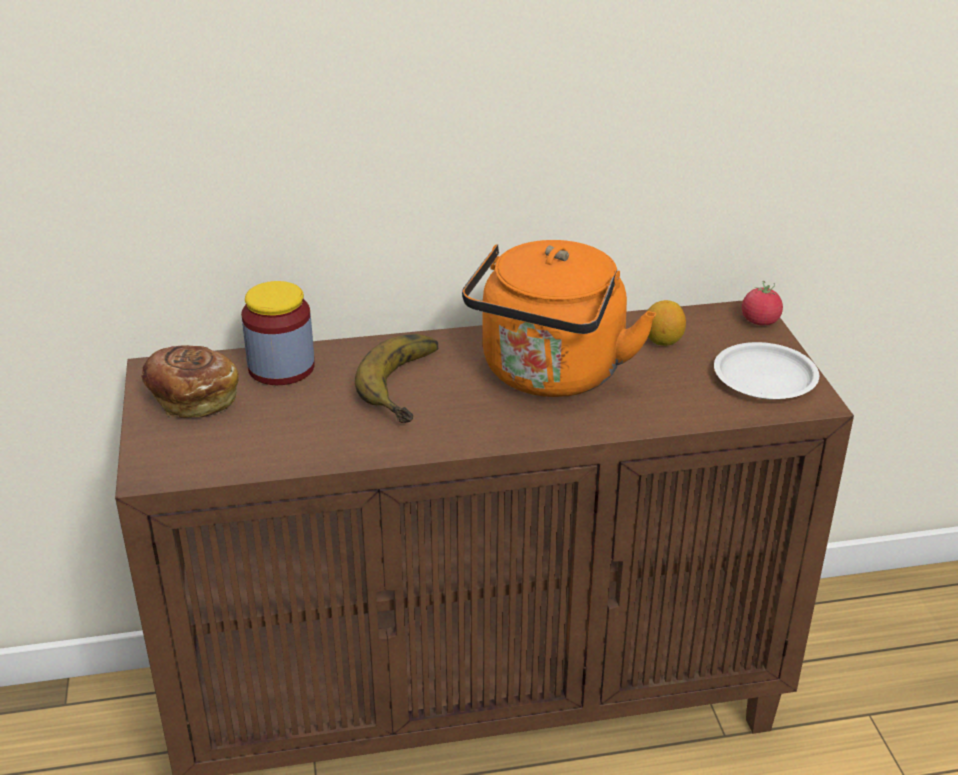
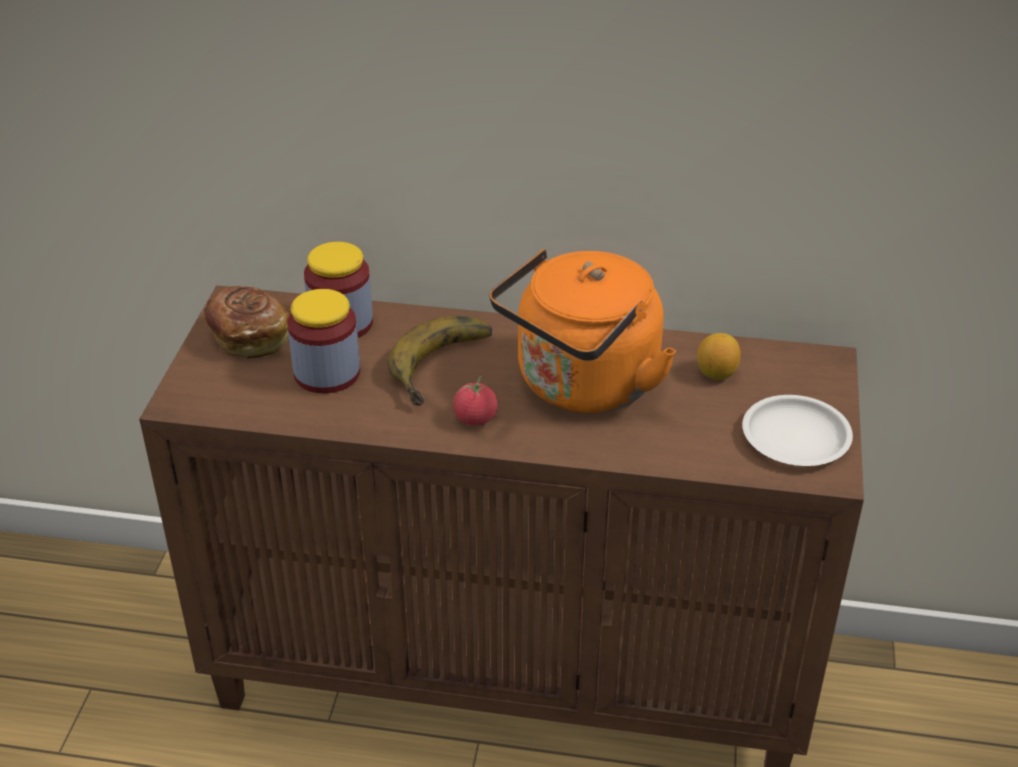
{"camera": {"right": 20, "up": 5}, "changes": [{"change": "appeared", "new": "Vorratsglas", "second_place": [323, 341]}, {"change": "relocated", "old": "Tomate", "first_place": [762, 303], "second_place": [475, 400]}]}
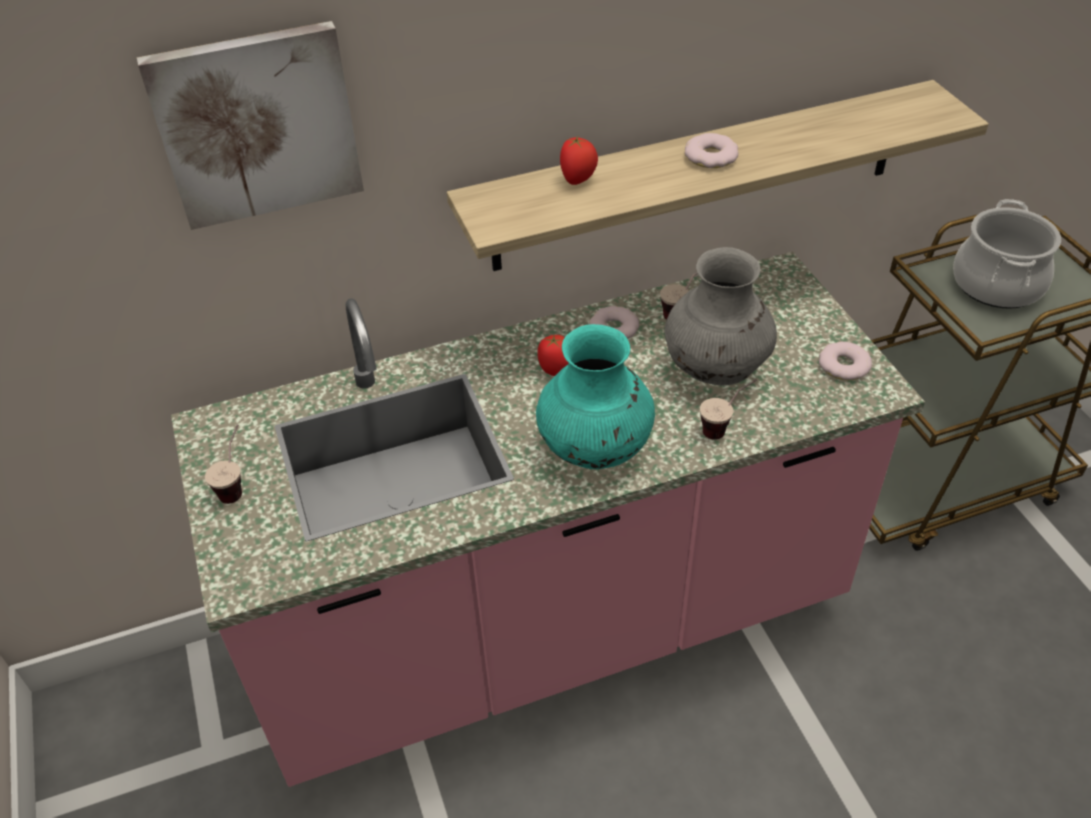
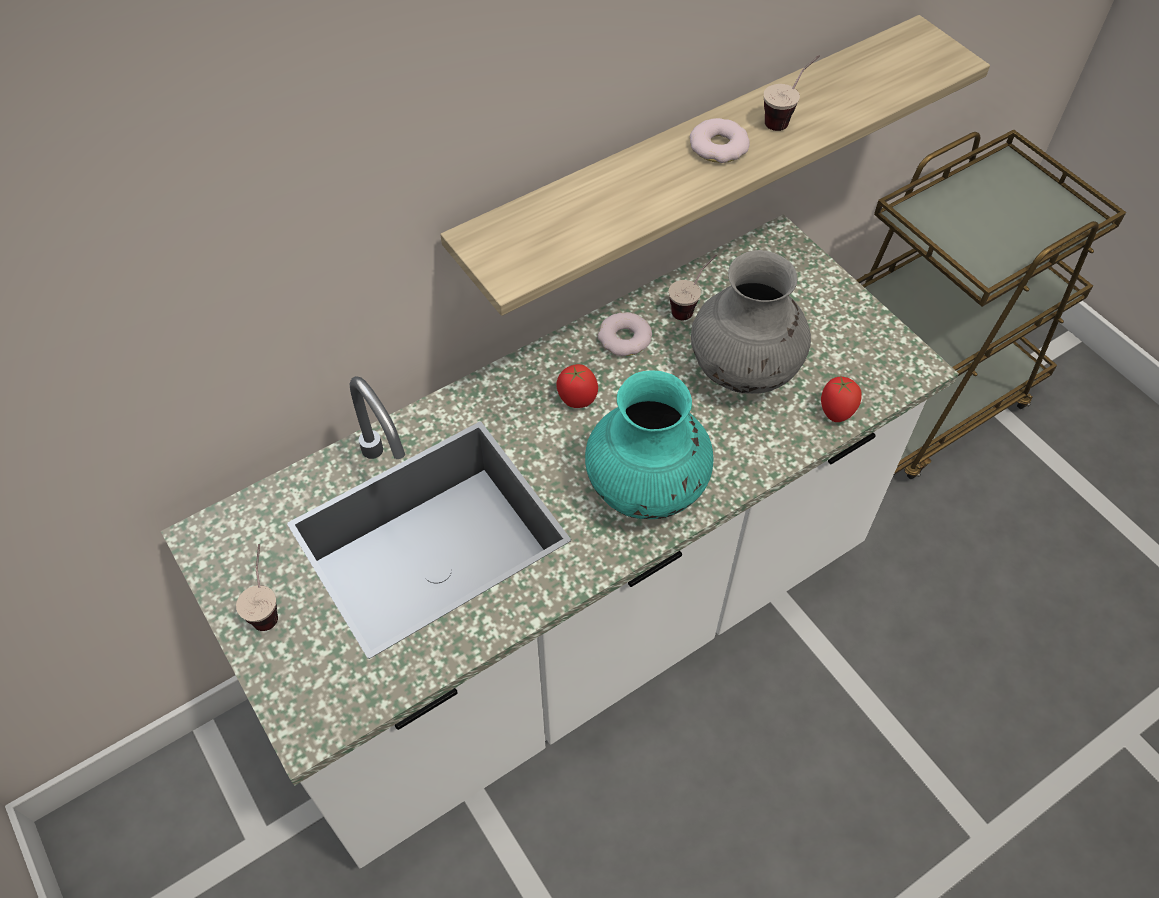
{"camera": {"right": -15, "up": 10}, "changes": [{"change": "missing", "old": "Bild", "first_place": [250, 125]}, {"change": "missing", "old": "Donut", "first_place": [845, 361]}, {"change": "missing", "old": "Kochtopf", "first_place": [1007, 254]}, {"change": "relocated", "old": "Tomate", "first_place": [579, 160], "second_place": [841, 399]}, {"change": "relocated", "old": "Tasse", "first_place": [728, 409], "second_place": [792, 93]}, {"change": "colour", "old": "Küchenzeile [rosa]", "new": "Küchenzeile [weiß]", "first_place": [548, 519], "second_place": [560, 541]}]}
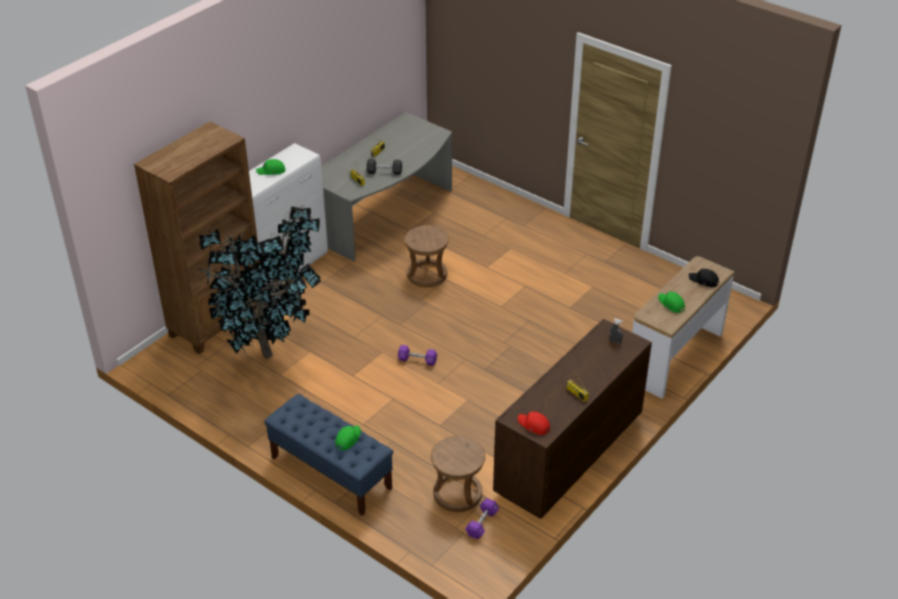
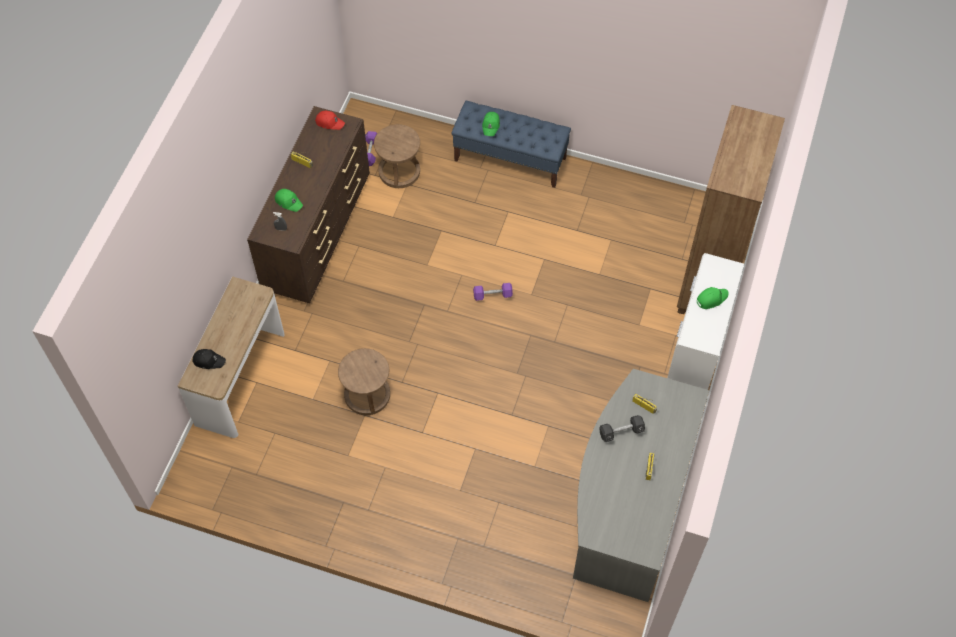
{"camera": {"right": 160, "up": 20}, "changes": [{"change": "missing", "old": "Topfpflanze", "first_place": [260, 282]}, {"change": "relocated", "old": "Hocker [braun]", "first_place": [426, 256], "second_place": [364, 381]}, {"change": "relocated", "old": "Kappe [grün]", "first_place": [671, 302], "second_place": [289, 200]}]}
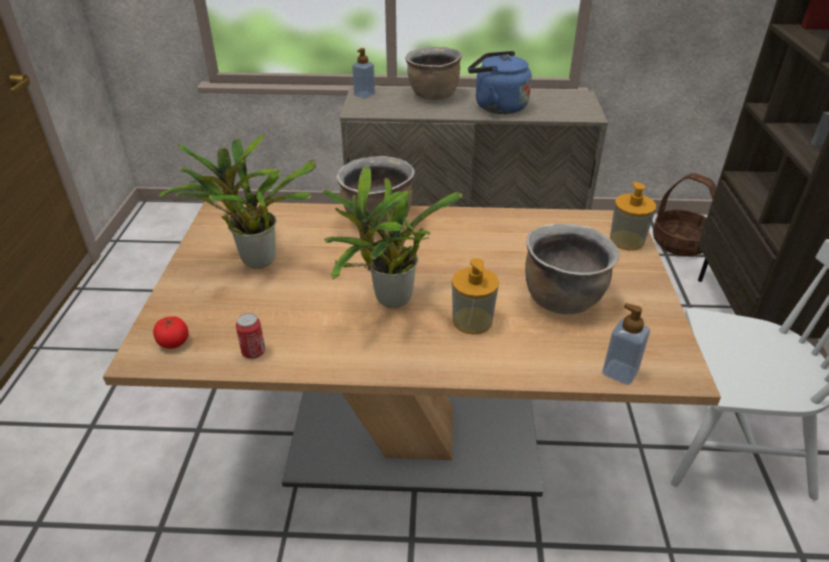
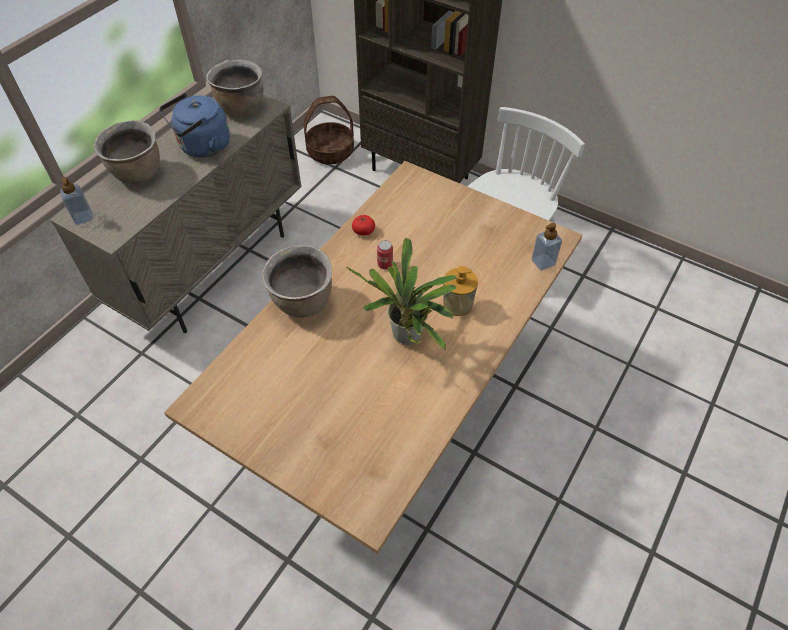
{"camera": {"right": -60, "up": 15}, "changes": [{"change": "missing", "old": "Topfpflanze", "first_place": [237, 201]}, {"change": "missing", "old": "Seifenspender", "first_place": [633, 216]}, {"change": "relocated", "old": "Tomate", "first_place": [171, 332], "second_place": [363, 225]}, {"change": "relocated", "old": "Dose", "first_place": [250, 336], "second_place": [385, 254]}, {"change": "relocated", "old": "Kochtopf [braun]", "first_place": [572, 268], "second_place": [234, 88]}]}
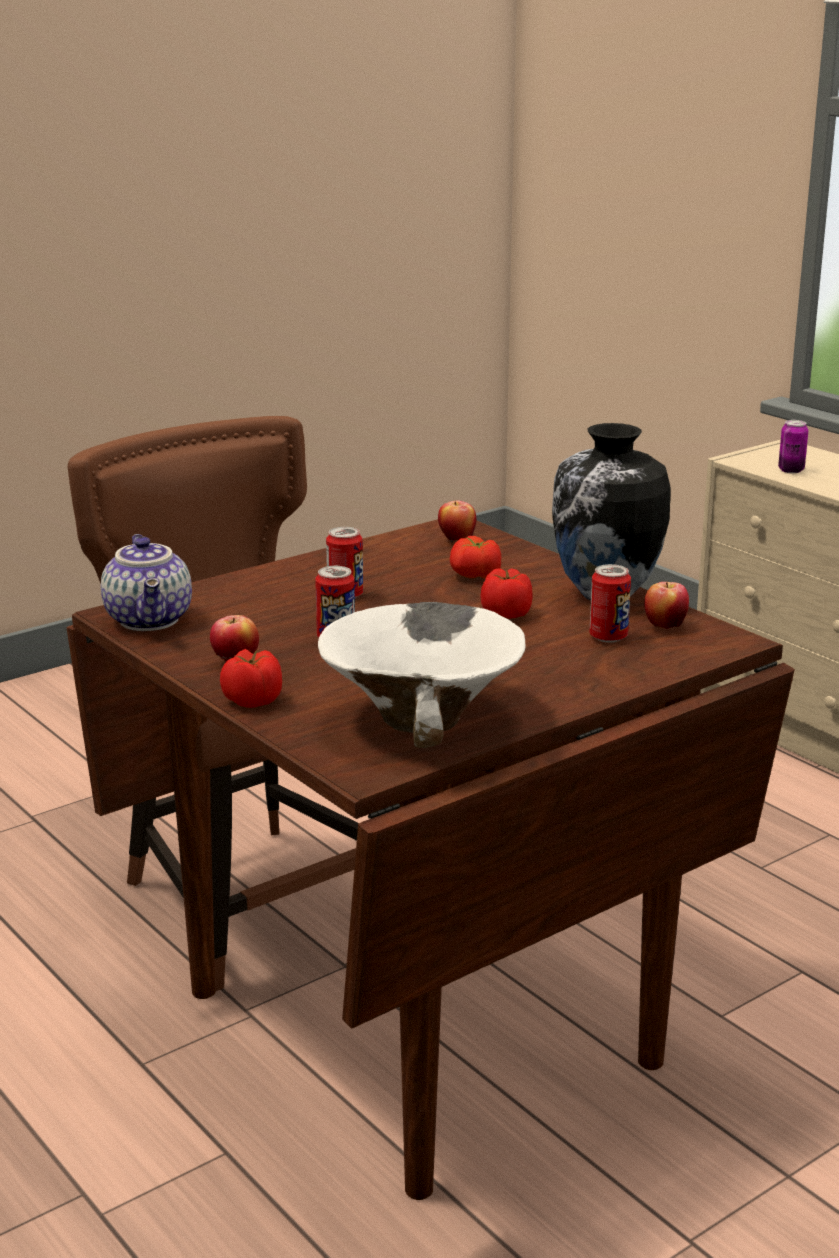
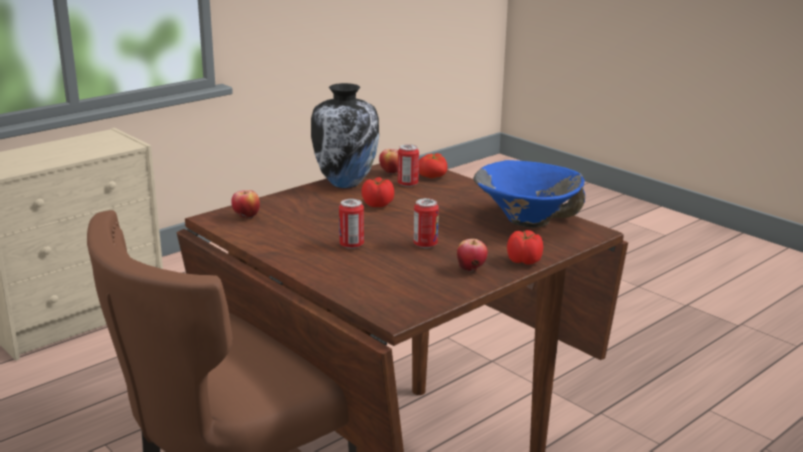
{"camera": {"right": -95, "up": 0}, "changes": [{"change": "missing", "old": "Teekanne", "first_place": [146, 582]}, {"change": "missing", "old": "Dose", "first_place": [793, 446]}, {"change": "relocated", "old": "Tomate", "first_place": [475, 557], "second_place": [433, 166]}, {"change": "colour", "old": "Schüssel [weiß]", "new": "Schüssel [blau]", "first_place": [421, 675], "second_place": [529, 194]}]}
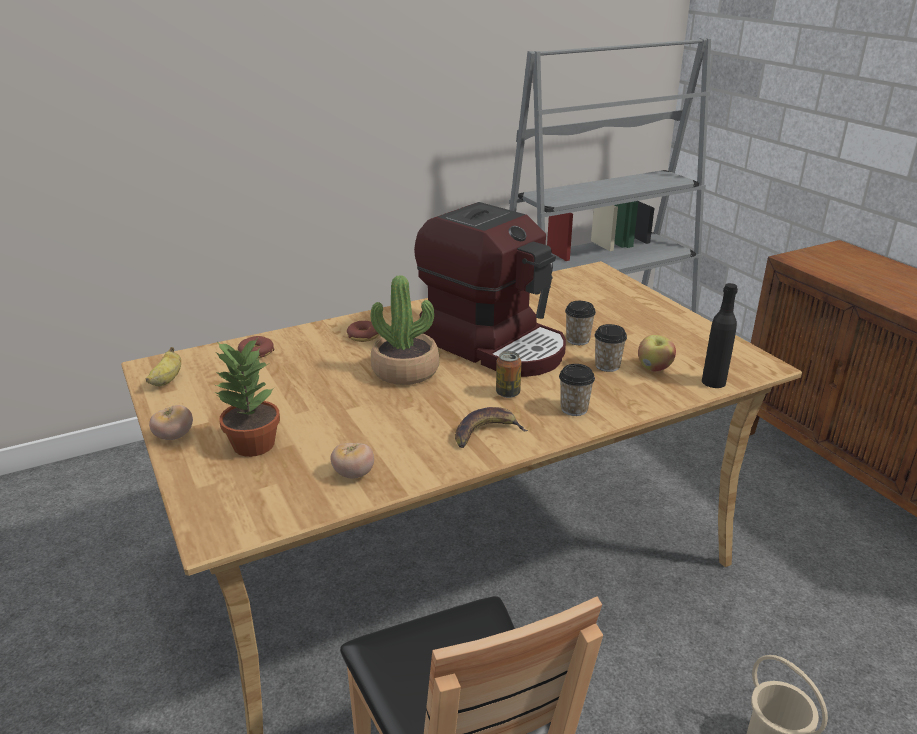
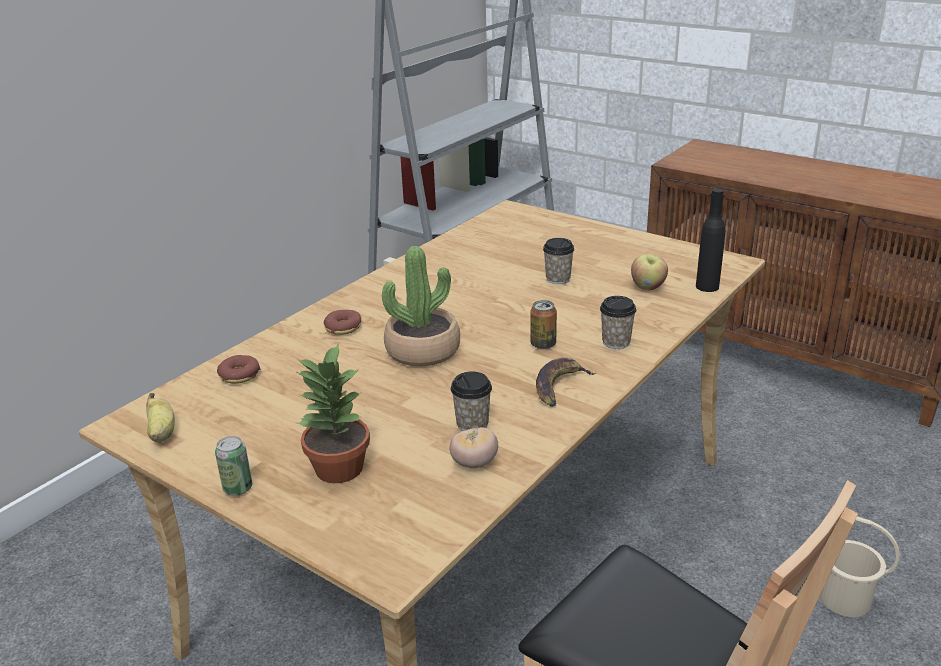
{"camera": {"right": -25, "up": 0}, "changes": [{"change": "missing", "old": "Kaffeemaschine", "first_place": [490, 289]}, {"change": "relocated", "old": "Tasse", "first_place": [610, 348], "second_place": [471, 401]}, {"change": "exchanged", "old": "Tomate", "new": "Dose", "first_place": [171, 422], "second_place": [234, 466]}]}
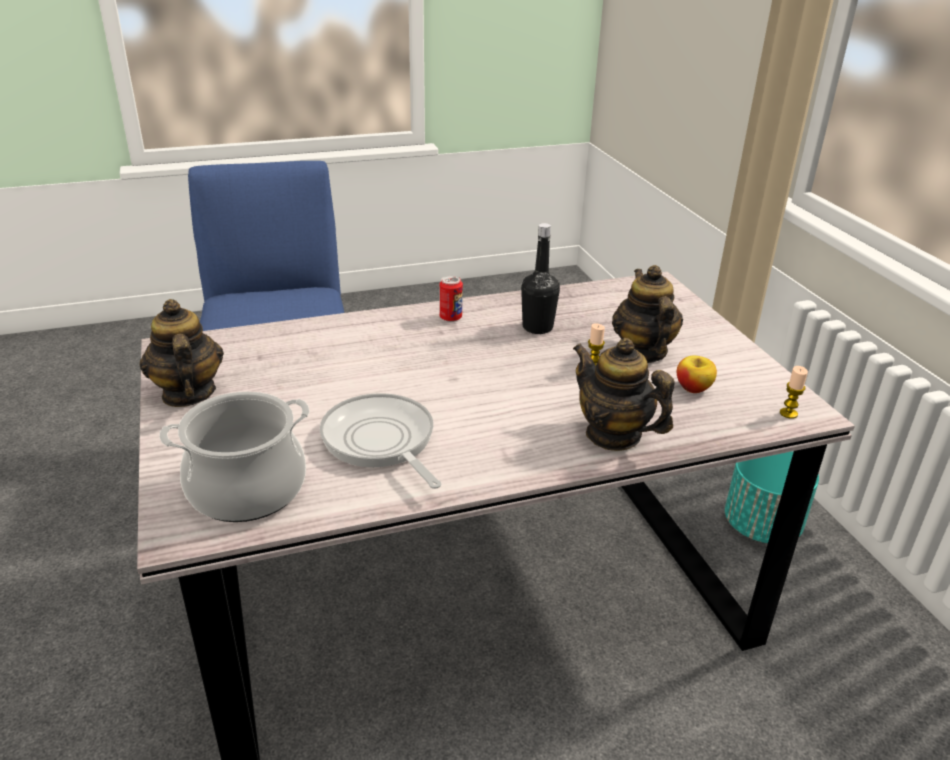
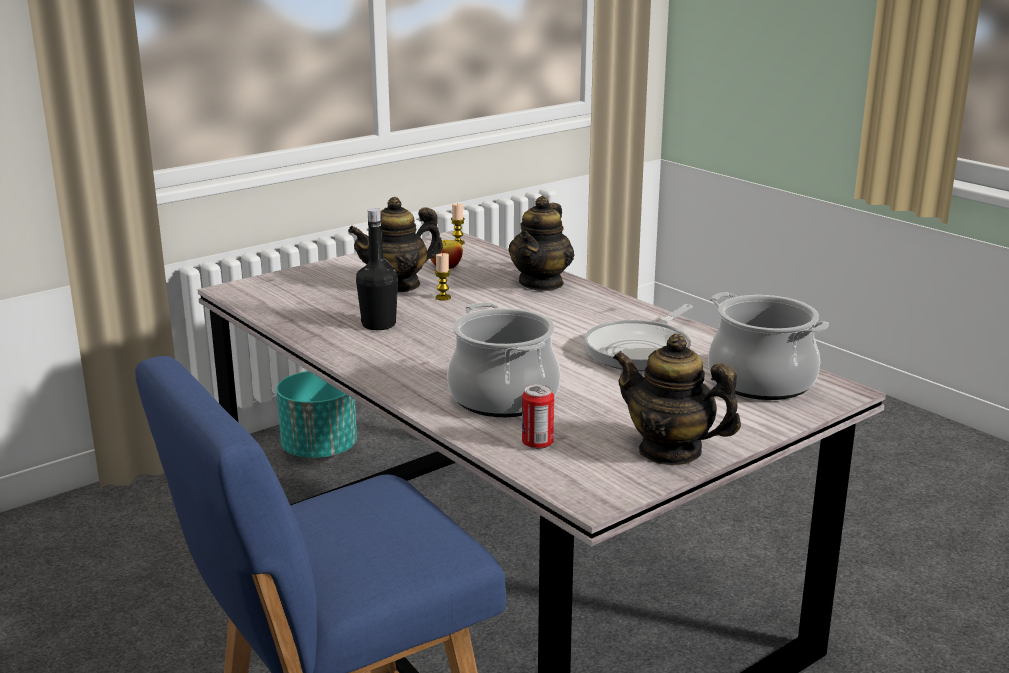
{"camera": {"right": -110, "up": -10}, "changes": [{"change": "appeared", "new": "Kochtopf", "second_place": [503, 359]}, {"change": "relocated", "old": "Dose", "first_place": [451, 299], "second_place": [538, 416]}, {"change": "spun", "old": "Teekanne", "first_place": [182, 353], "second_place": [677, 399], "degrees": 75}]}
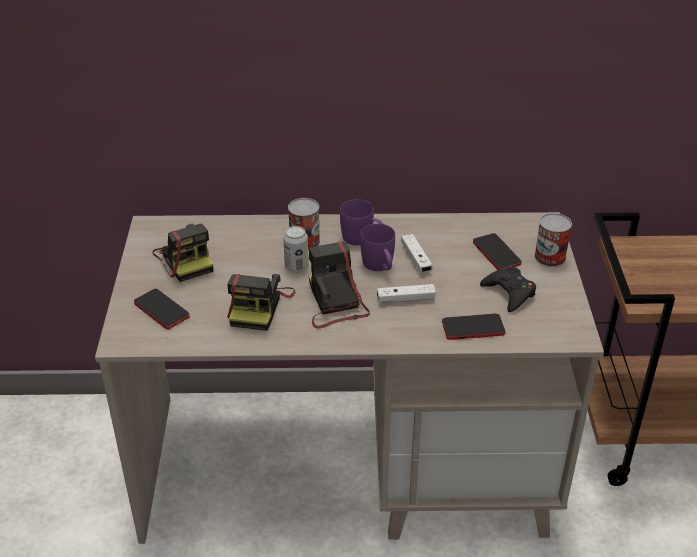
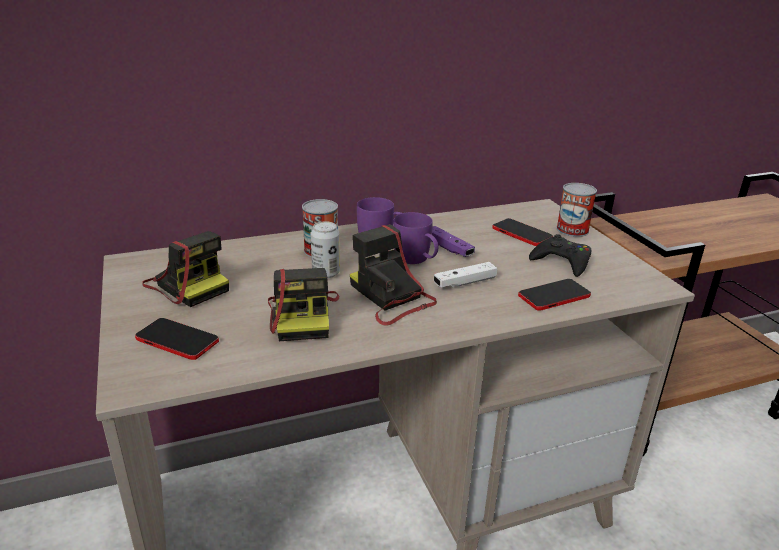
{"camera": {"right": -20, "up": -10}, "changes": [{"change": "colour", "old": "Gamepad [weiß]", "new": "Gamepad [lila]", "first_place": [416, 253], "second_place": [453, 241]}]}
